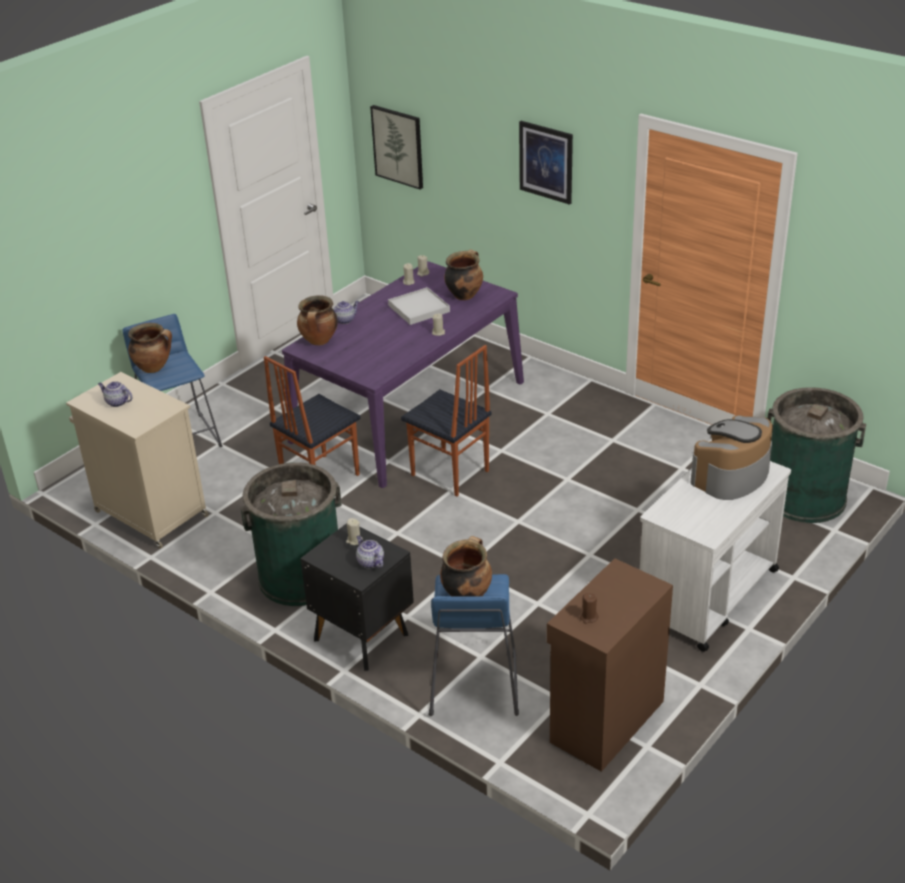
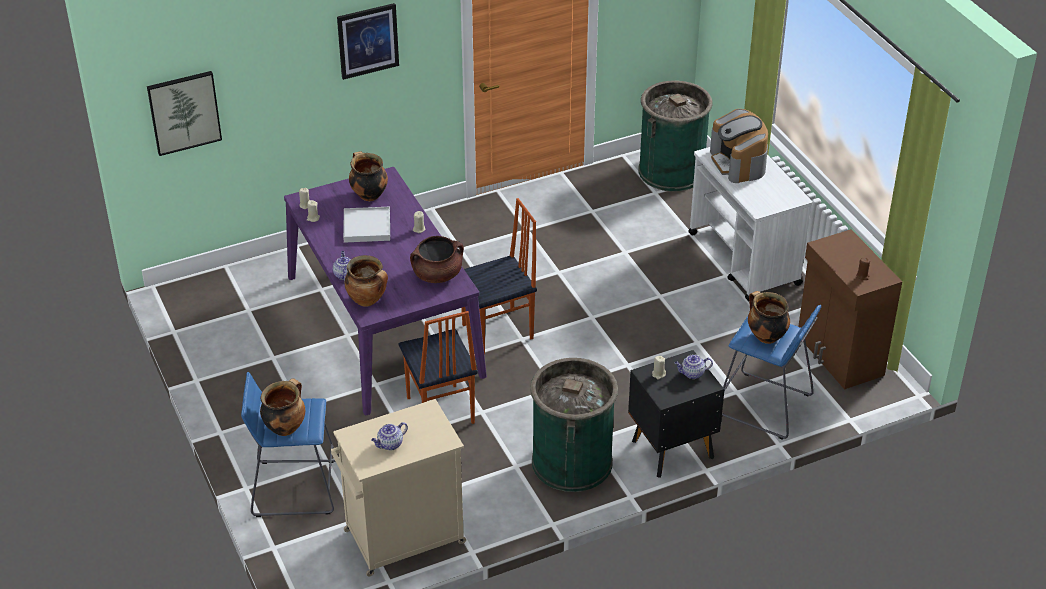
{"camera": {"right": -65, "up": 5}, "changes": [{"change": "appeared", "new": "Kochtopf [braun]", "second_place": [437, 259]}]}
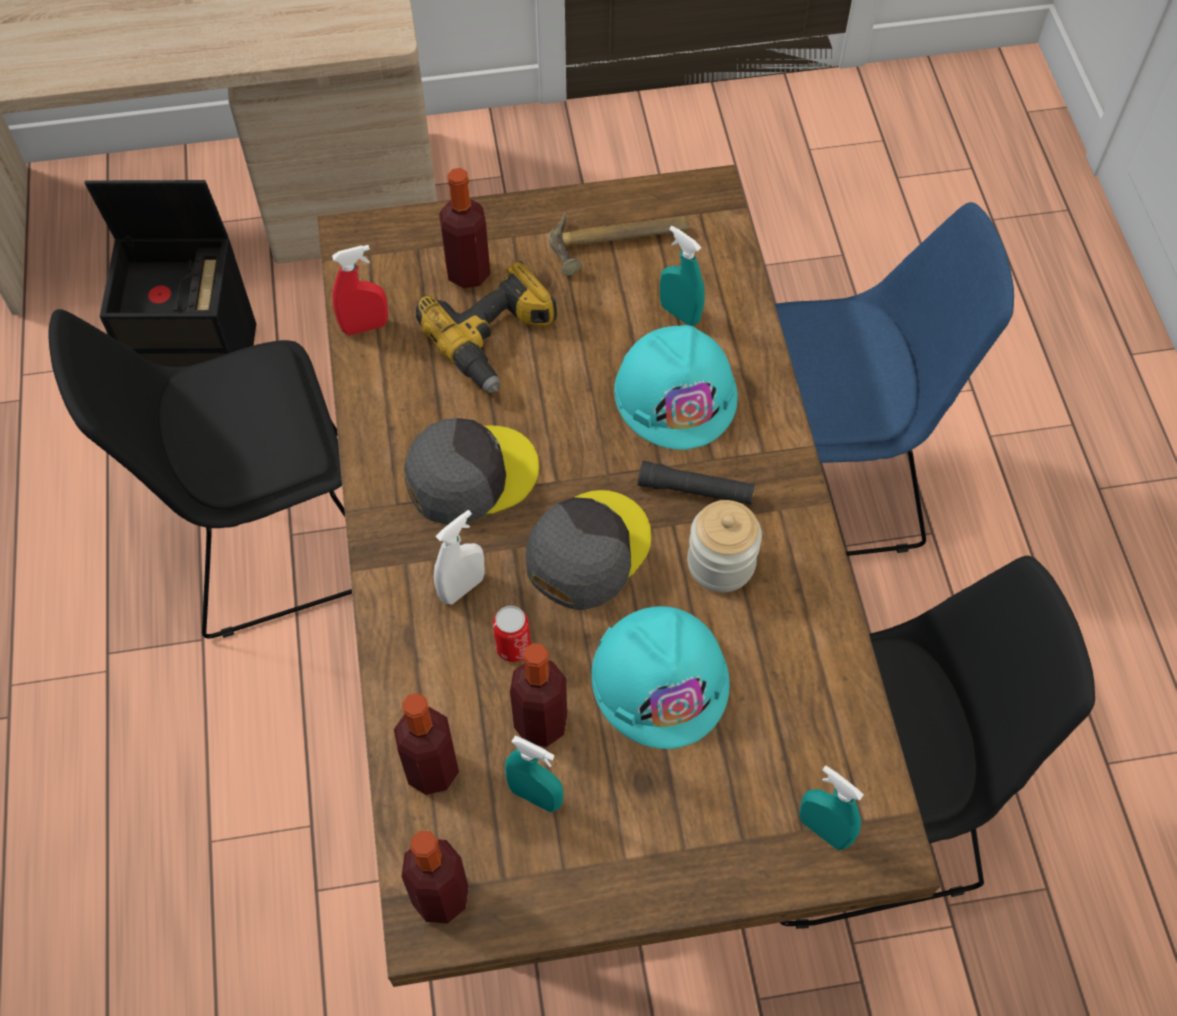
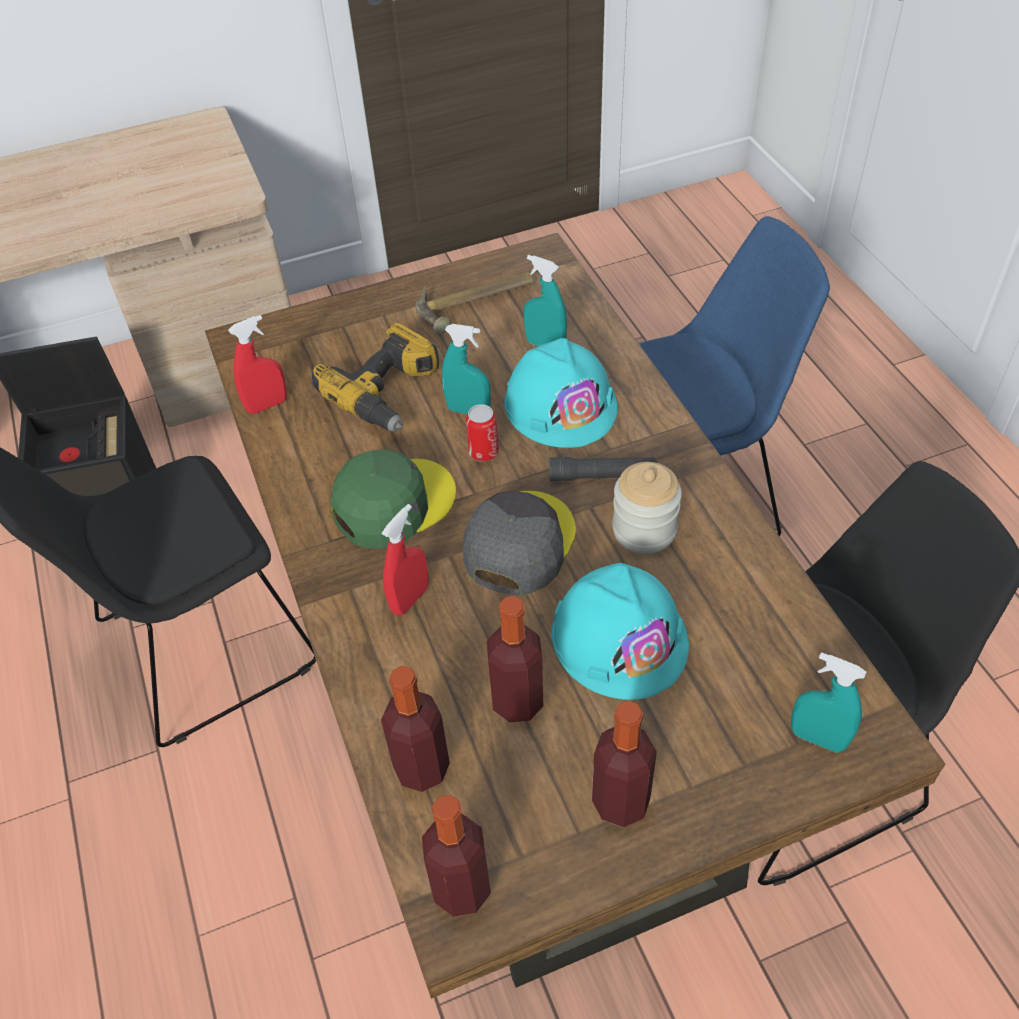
{"camera": {"right": -10, "up": -10}, "changes": [{"change": "relocated", "old": "Flasche", "first_place": [464, 228], "second_place": [624, 764]}, {"change": "relocated", "old": "Dose", "first_place": [512, 634], "second_place": [482, 433]}, {"change": "relocated", "old": "Sprühflasche [türkis]", "first_place": [534, 773], "second_place": [466, 369]}, {"change": "colour", "old": "Kappe [grau]", "new": "Kappe [grün]", "first_place": [471, 471], "second_place": [393, 499]}, {"change": "colour", "old": "Sprühflasche [weiß]", "new": "Sprühflasche [rot]", "first_place": [459, 557], "second_place": [405, 559]}]}
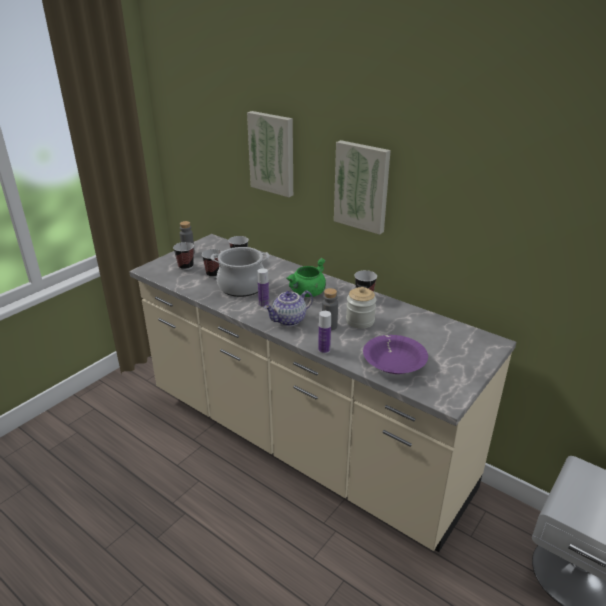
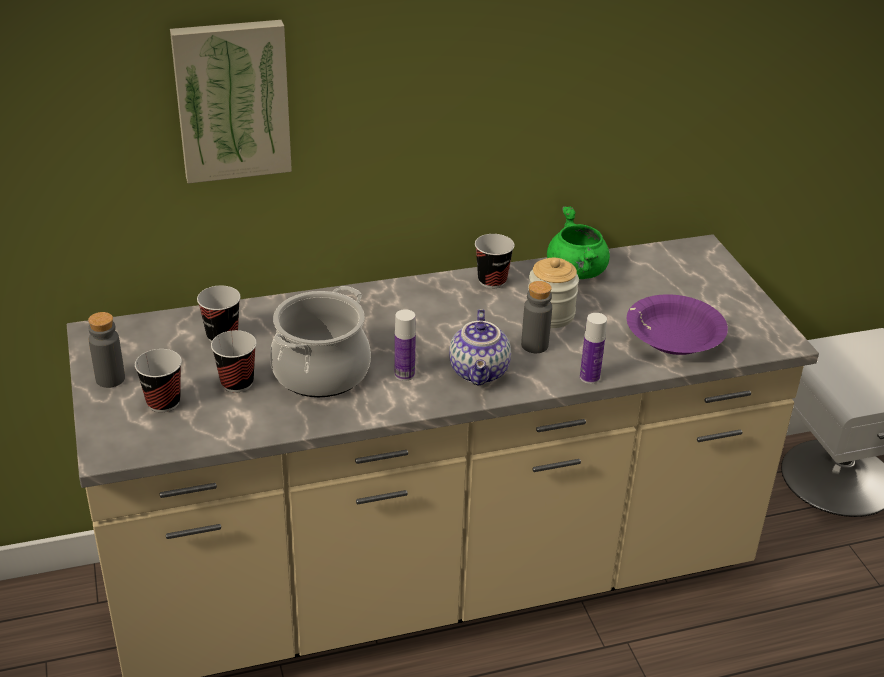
{"camera": {"right": -55, "up": 5}, "changes": [{"change": "missing", "old": "Bild", "first_place": [362, 187]}, {"change": "relocated", "old": "Kochtopf [grün]", "first_place": [306, 277], "second_place": [578, 242]}]}
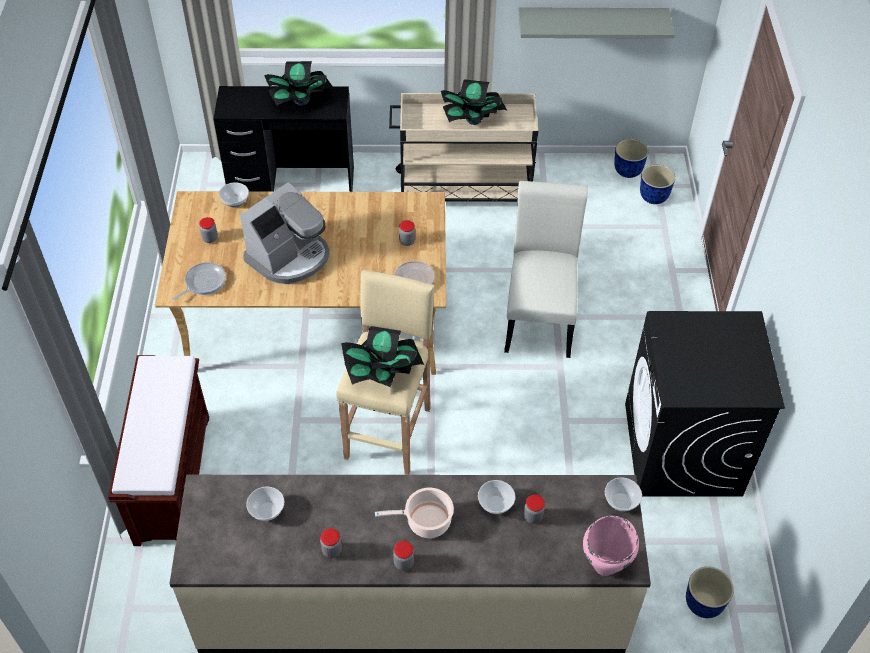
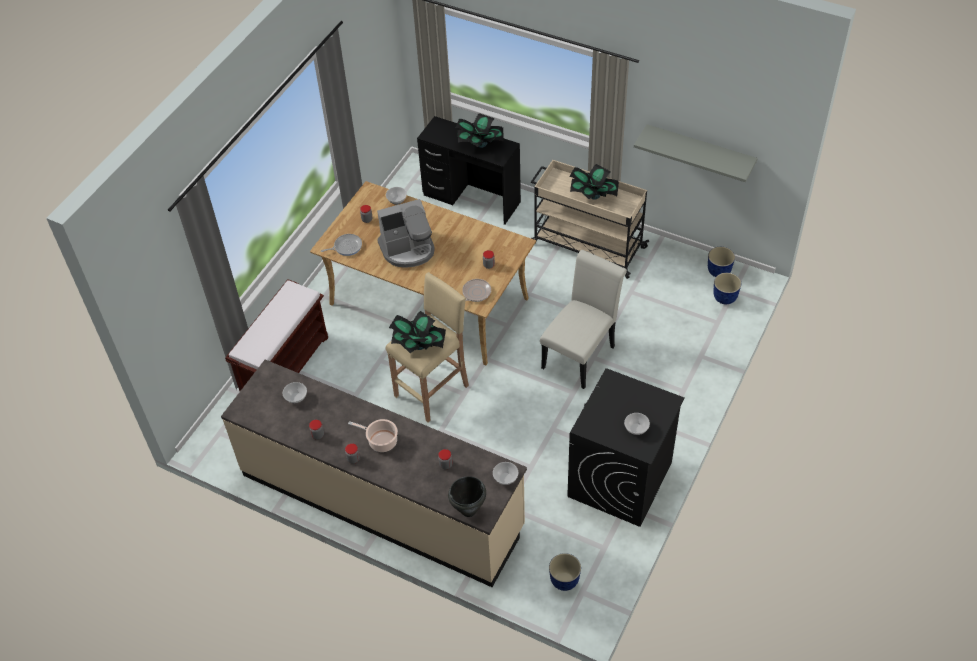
{"camera": {"right": 30, "up": 0}, "changes": [{"change": "relocated", "old": "Schüssel", "first_place": [496, 497], "second_place": [637, 424]}, {"change": "colour", "old": "Kochtopf [rosa]", "new": "Kochtopf [schwarz]", "first_place": [611, 546], "second_place": [467, 496]}]}
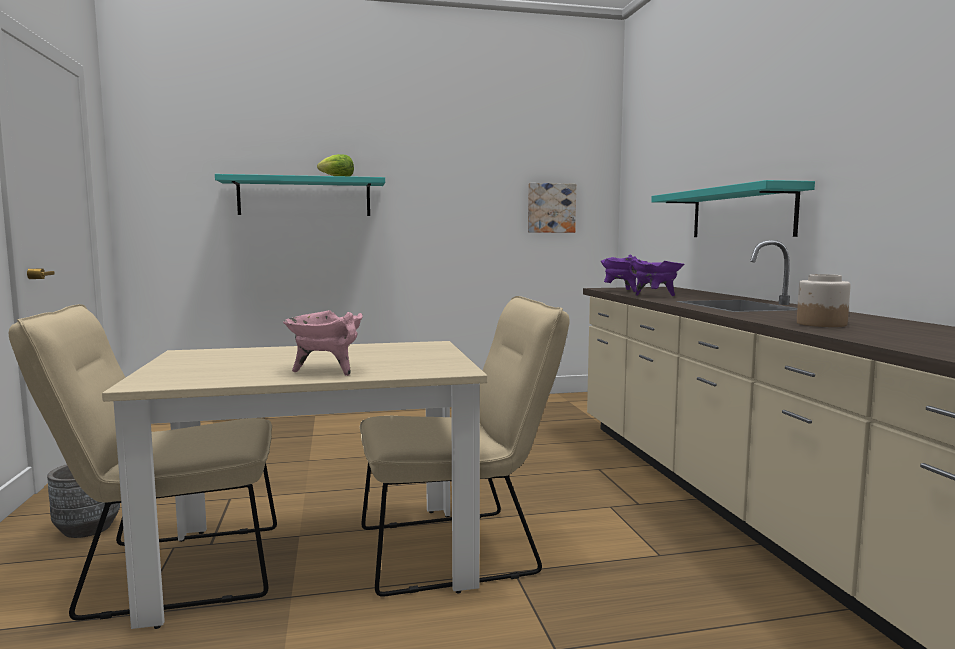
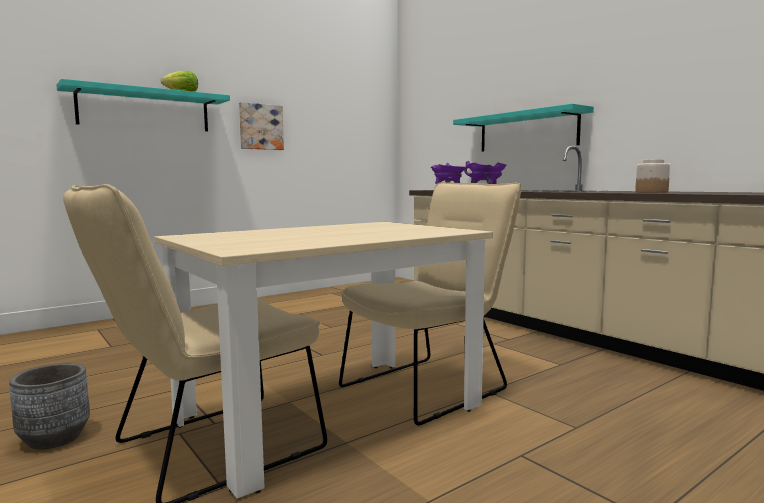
{"camera": {"right": -25, "up": 0}, "changes": [{"change": "missing", "old": "Kochtopf [rosa]", "first_place": [323, 343]}, {"change": "relocated", "old": "Bild", "first_place": [552, 208], "second_place": [261, 126]}]}
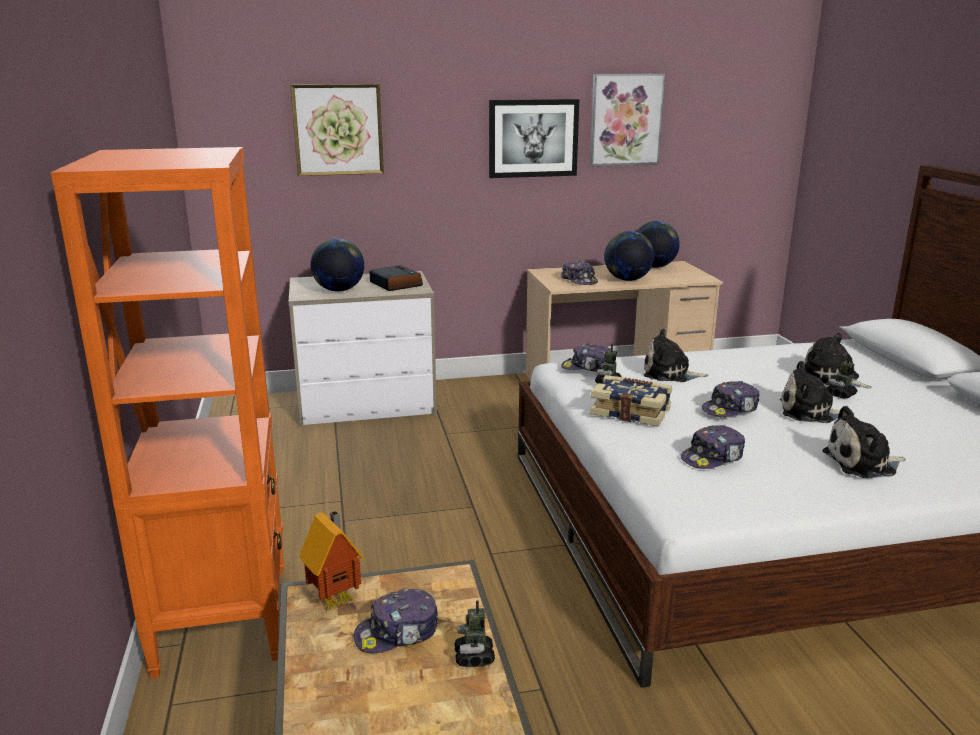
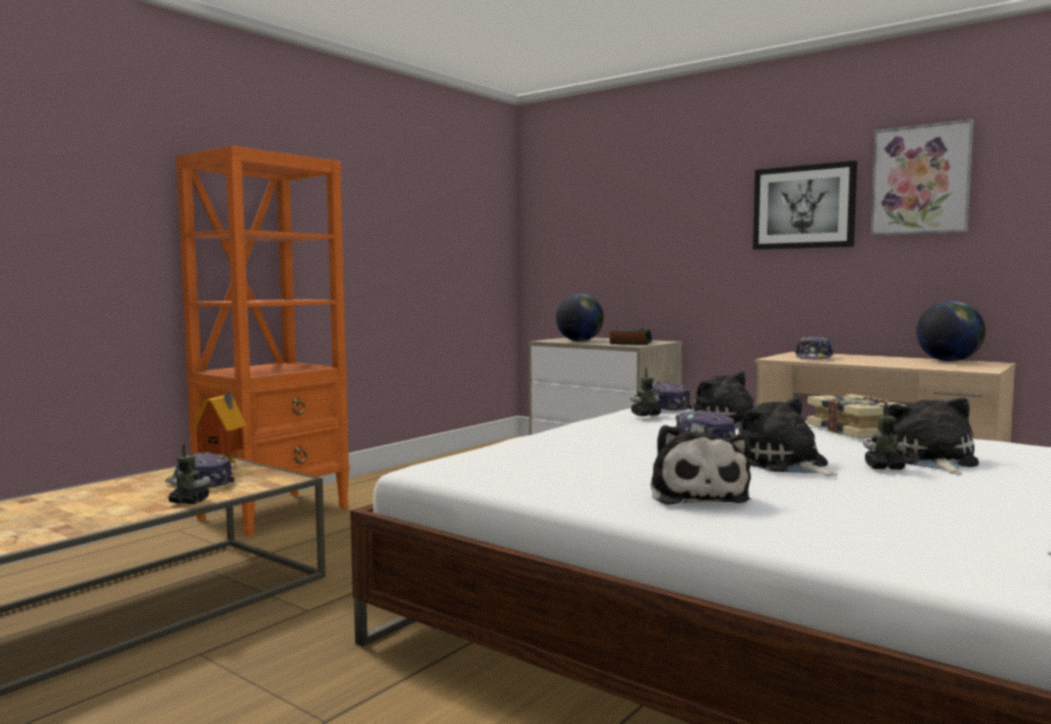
{"camera": {"right": 50, "up": -15}, "changes": [{"change": "missing", "old": "Bild", "first_place": [337, 130]}, {"change": "missing", "old": "Globus", "first_place": [629, 256]}, {"change": "missing", "old": "Kappe", "first_place": [713, 447]}, {"change": "relocated", "old": "Buch", "first_place": [631, 400], "second_place": [857, 416]}, {"change": "spun", "old": "Spielzeugroboter", "first_place": [474, 633], "second_place": [189, 474], "degrees": 60}, {"change": "spun", "old": "Plüschtier", "first_place": [864, 442], "second_place": [700, 465], "degrees": -135}]}
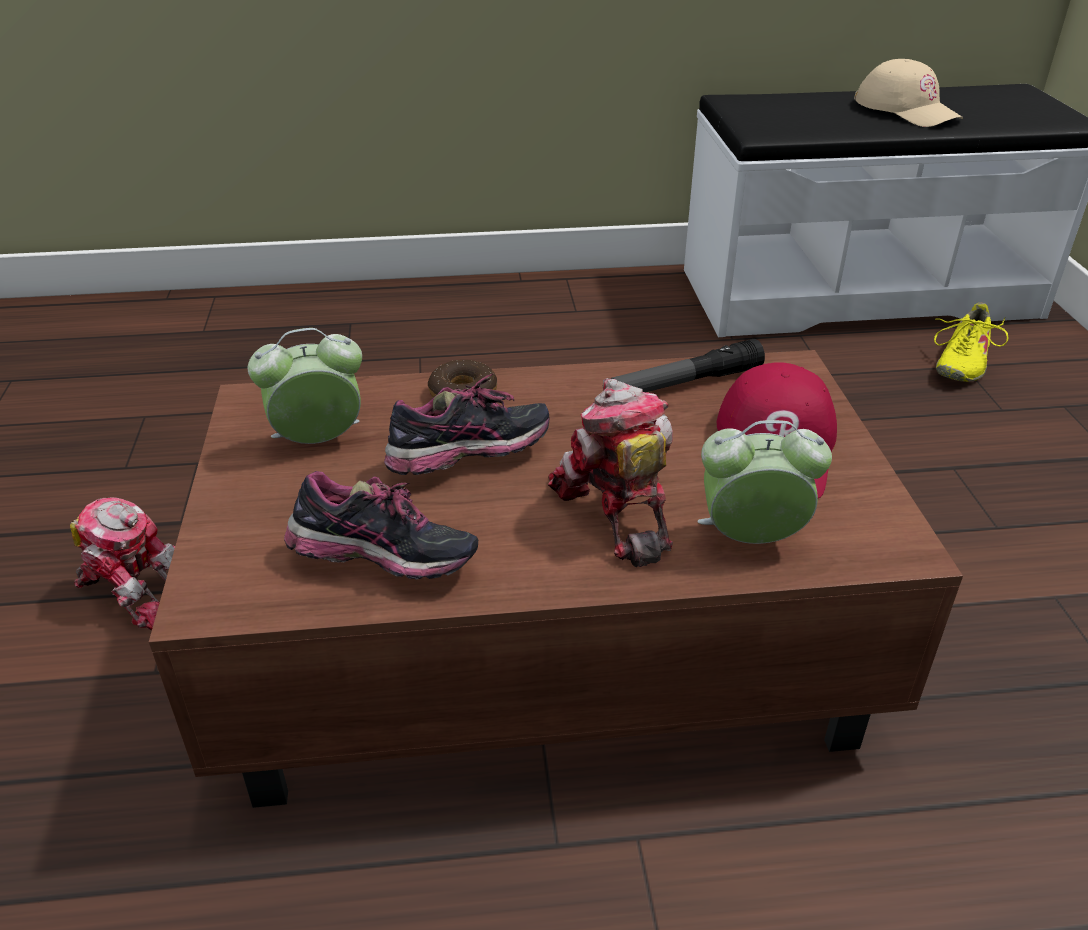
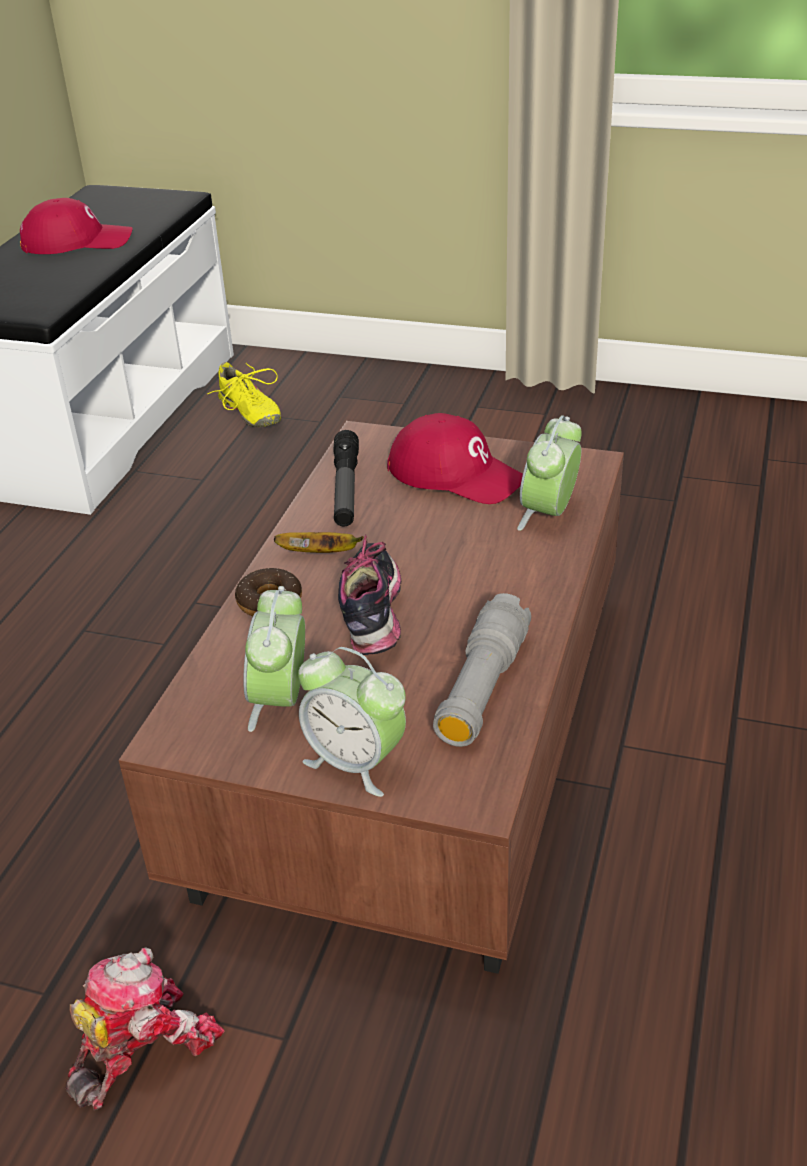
{"camera": {"right": -65, "up": 0}, "changes": [{"change": "missing", "old": "Spielzeugroboter", "first_place": [610, 472]}, {"change": "appeared", "new": "Banane", "second_place": [319, 542]}, {"change": "appeared", "new": "Wecker", "second_place": [352, 722]}, {"change": "exchanged", "old": "Schuh", "new": "Taschenlampe [grau]", "first_place": [381, 525], "second_place": [482, 670]}, {"change": "colour", "old": "Kappe [beige]", "new": "Kappe [rot]", "first_place": [908, 93], "second_place": [76, 226]}]}
